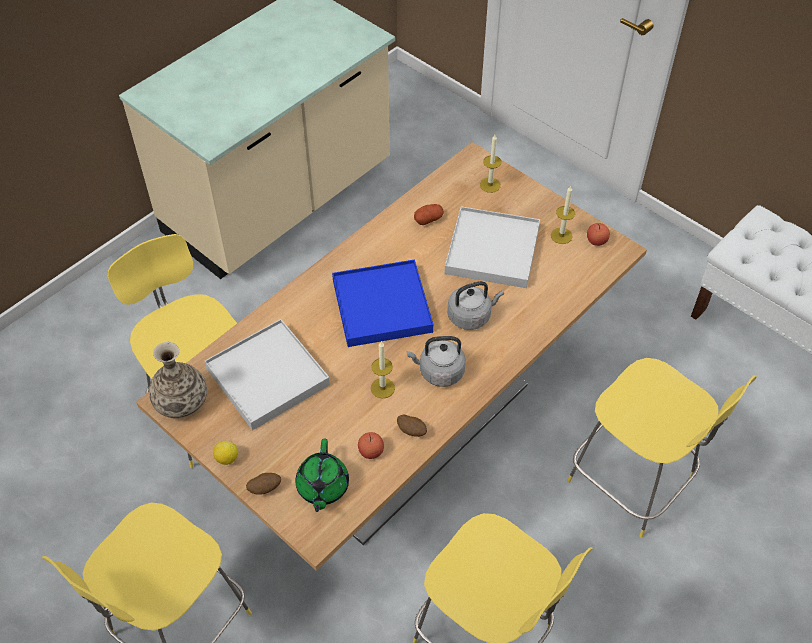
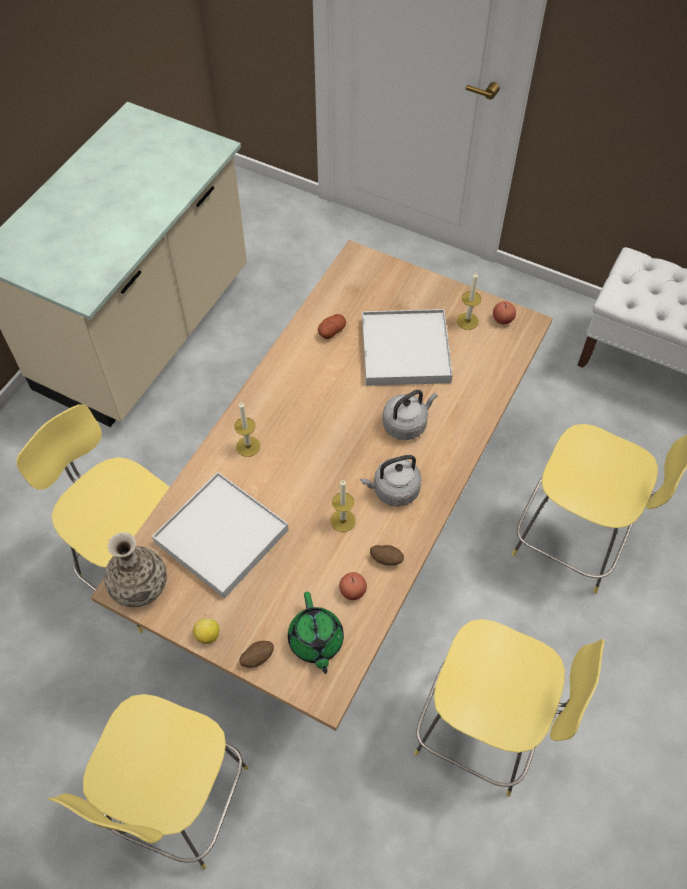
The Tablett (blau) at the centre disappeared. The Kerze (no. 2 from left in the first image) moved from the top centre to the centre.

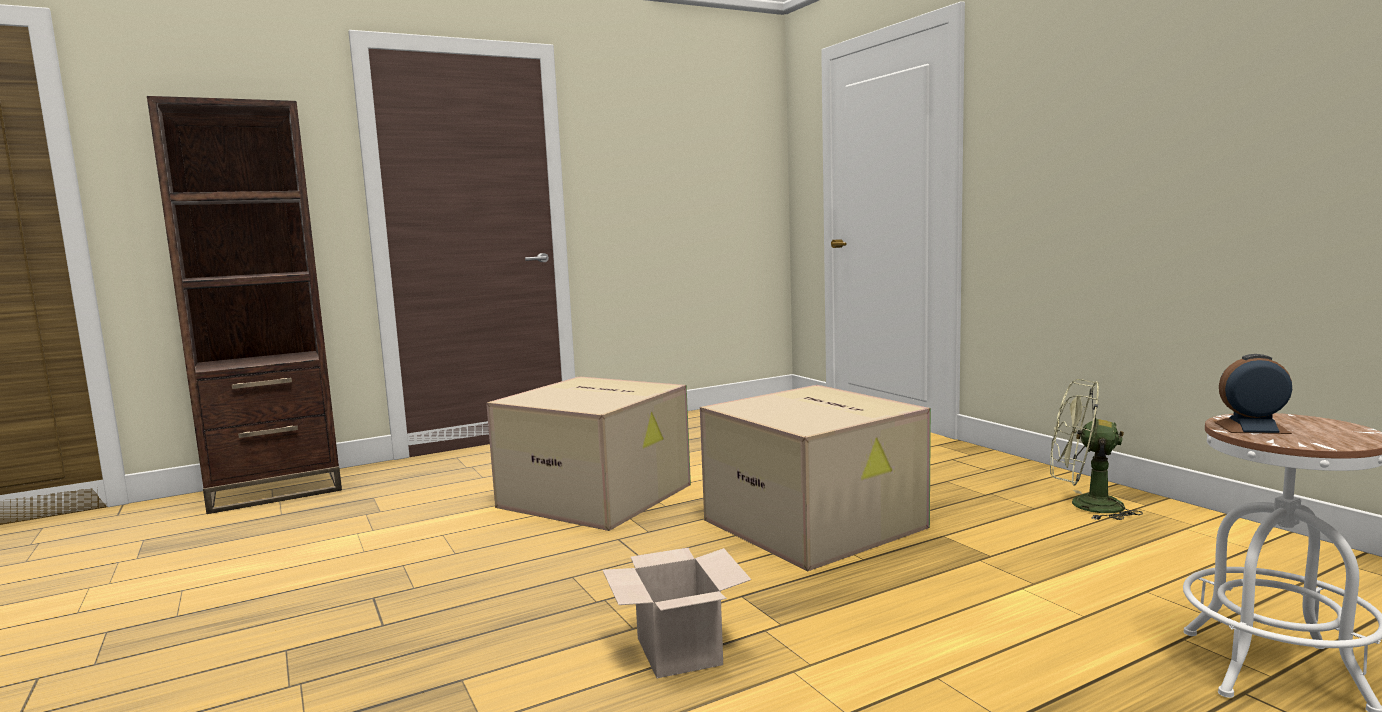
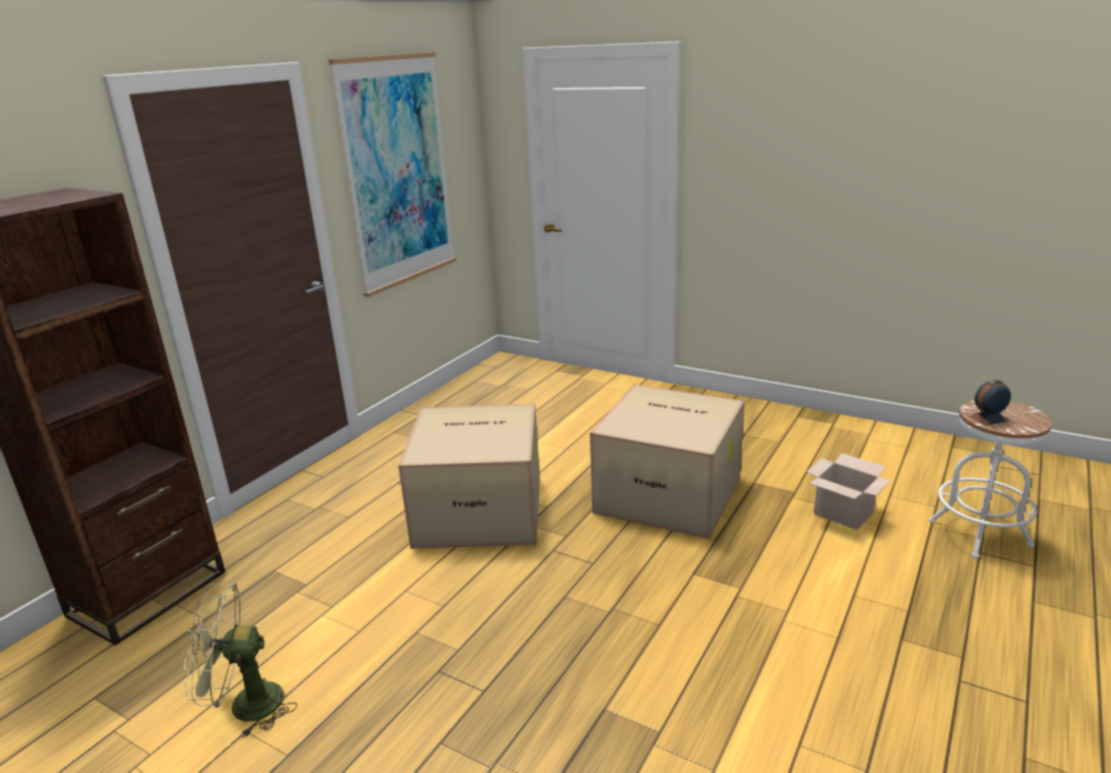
The Karton (no. 2 from left in the first image) moved from the bottom centre to the middle right. The Ventilator (grün) moved from the middle right to the bottom left. The Bild at the top centre appeared.

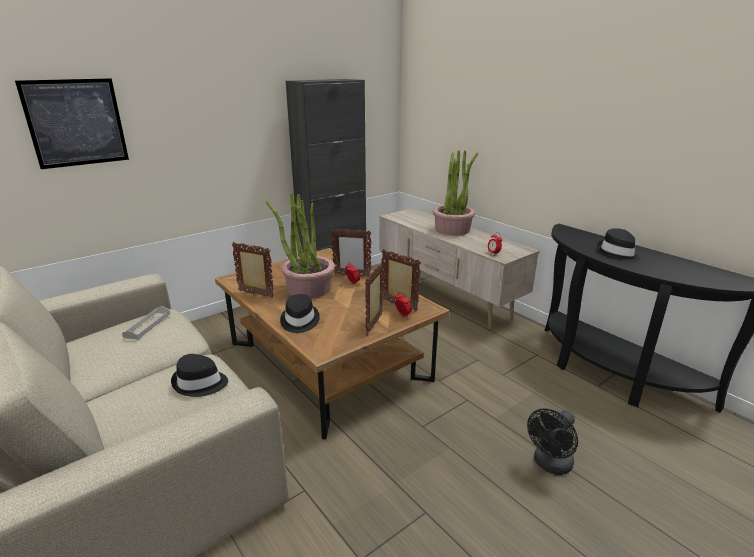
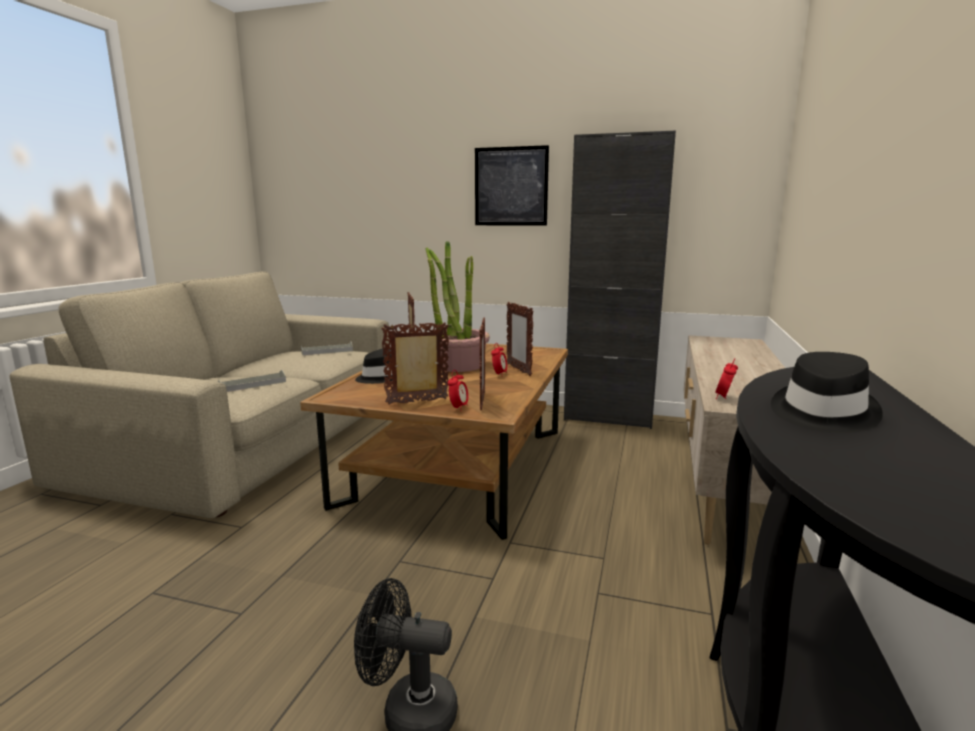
The Bild moved from the top left to the top centre. The Hut (schwarz) (no. 1 from left) at the bottom left was replaced by the Tablett (grau) (no. 1 from left) at the middle left. The Topfpflanze (no. 2 from left) at the centre disappeared.

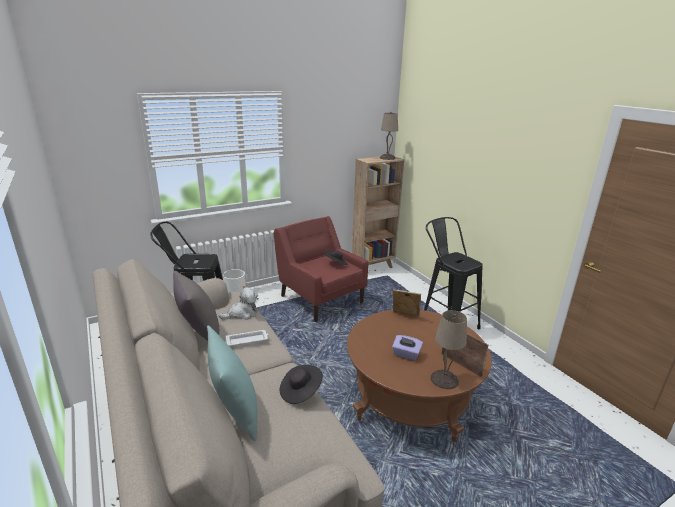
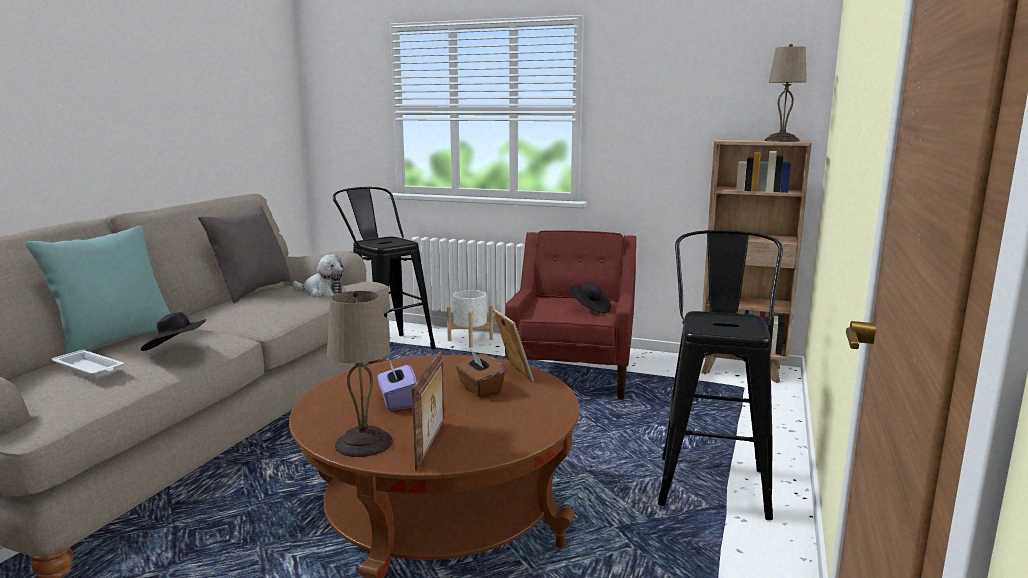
The Tablett (weiß) moved from the bottom centre to the middle left. The Taschentuchbox (braun) at the centre appeared.

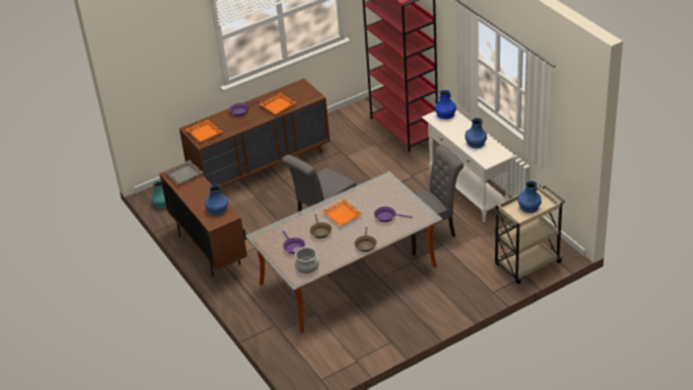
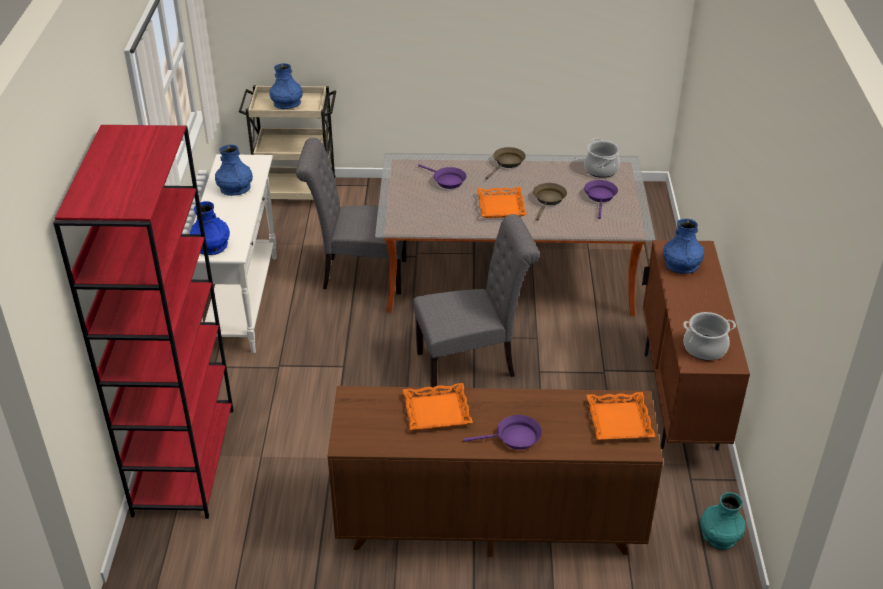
The Tablett (grau) at the middle left was replaced by the Kochtopf (no. 2 from left) at the middle right.

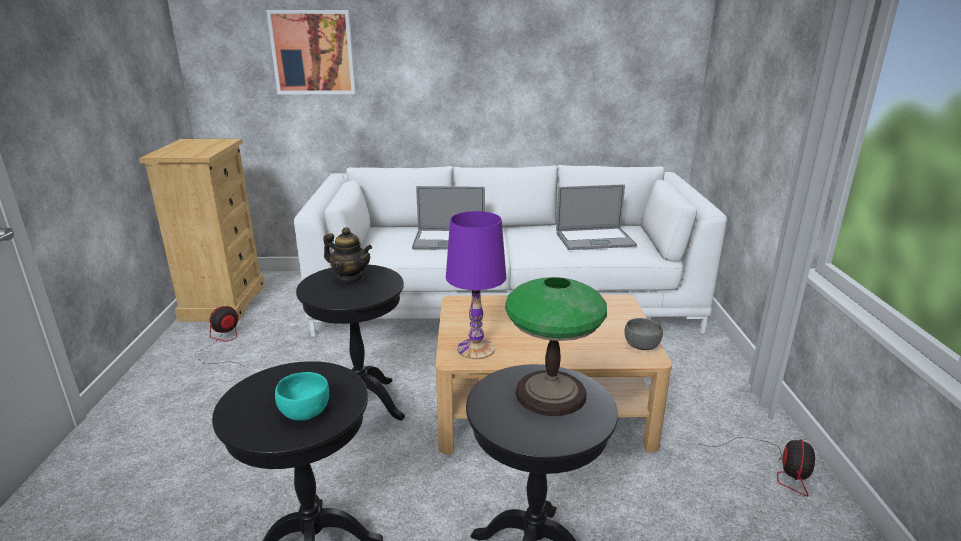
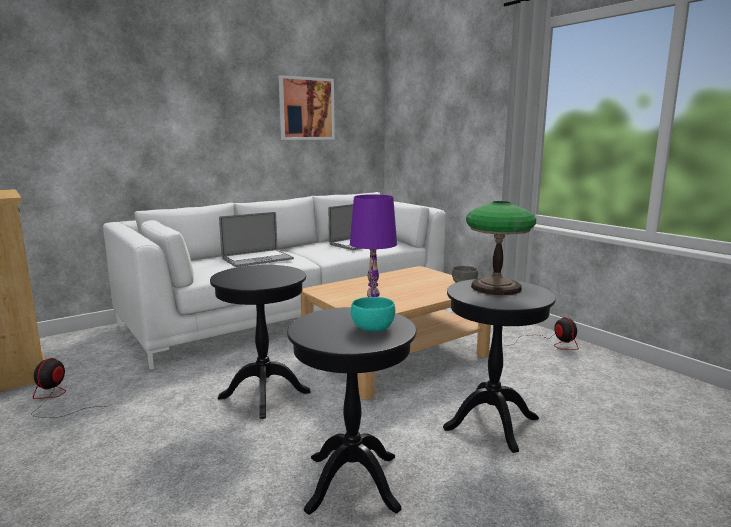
The Bild moved from the top left to the top centre. The Teekanne at the centre disappeared.

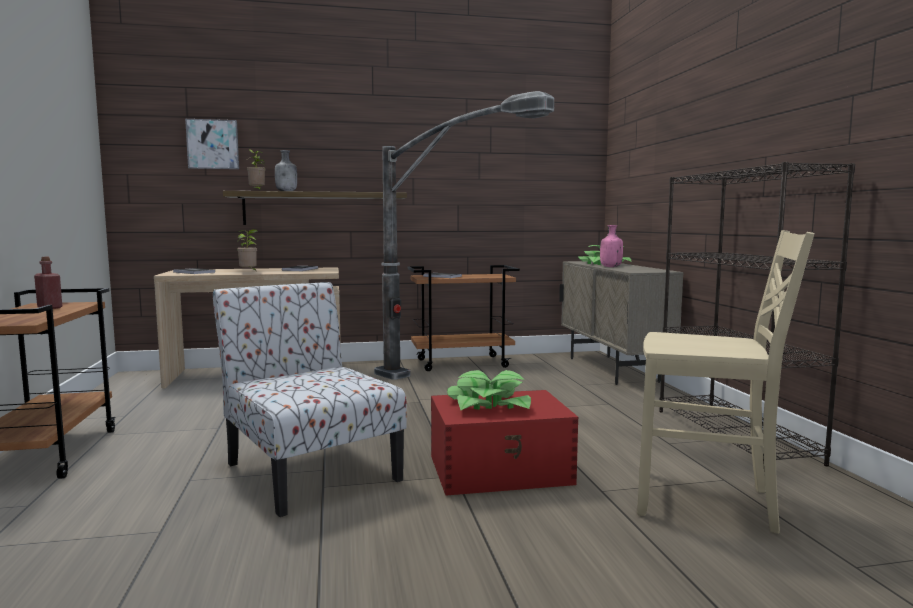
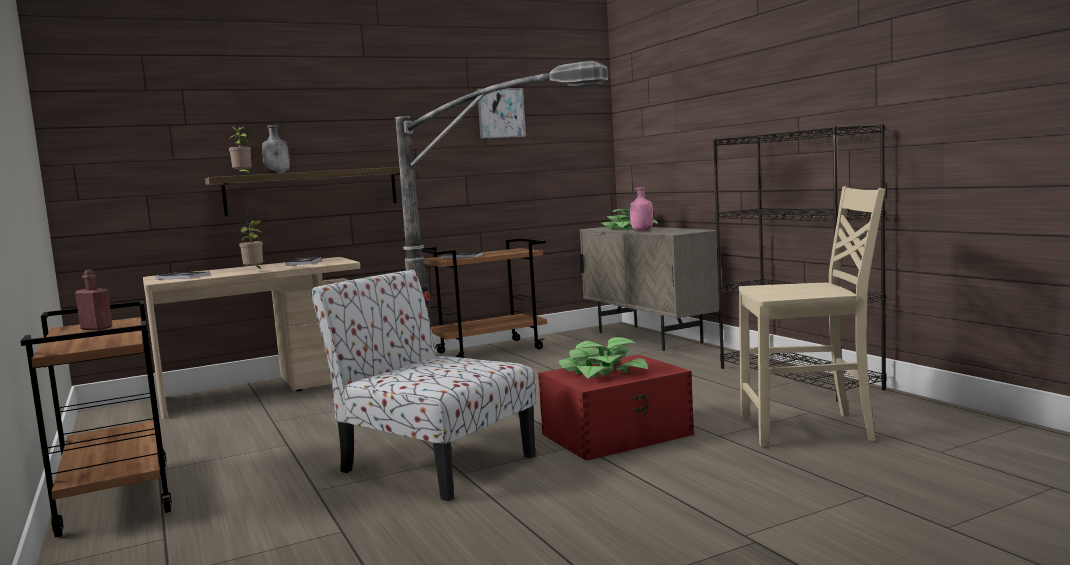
The Bild moved from the top left to the top centre.

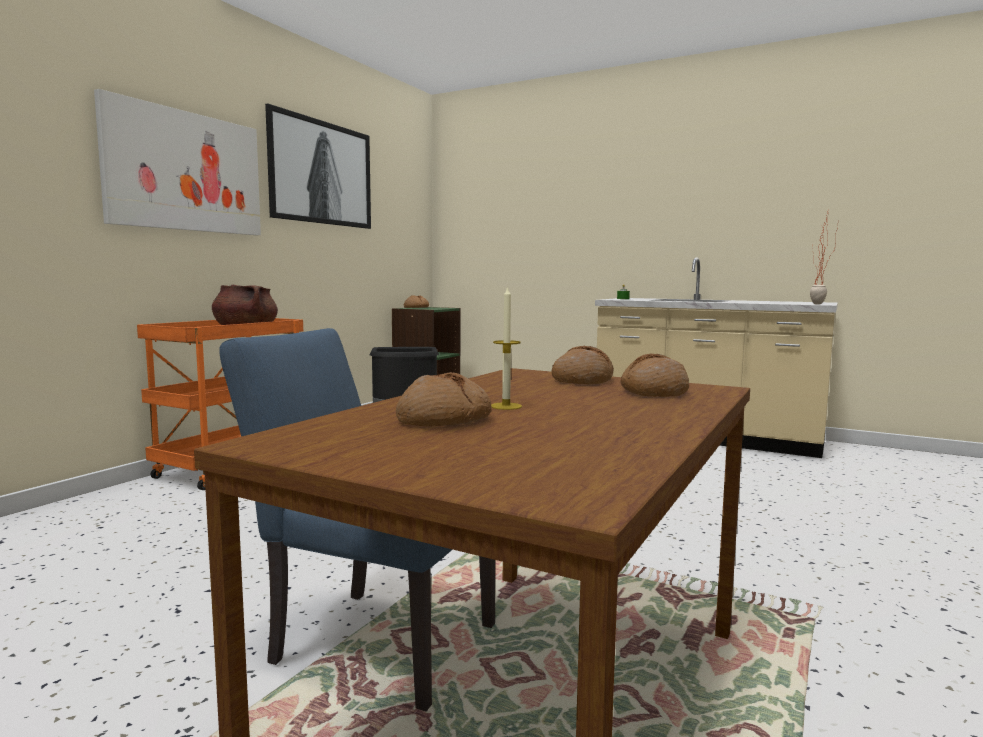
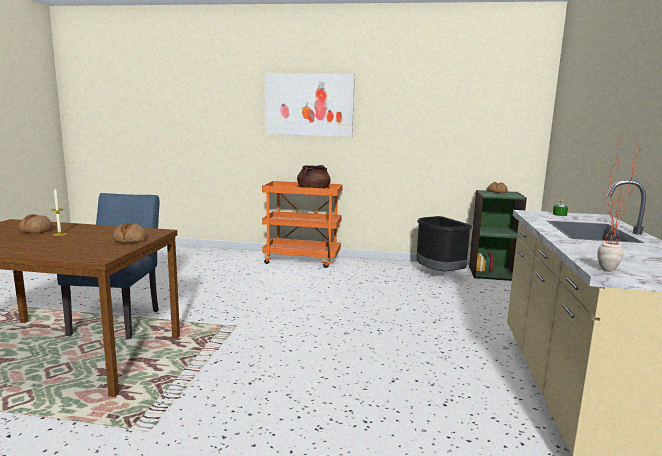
The Bild (no. 2 from left) at the top left disappeared. The Brot (no. 4 from left) at the centre disappeared.

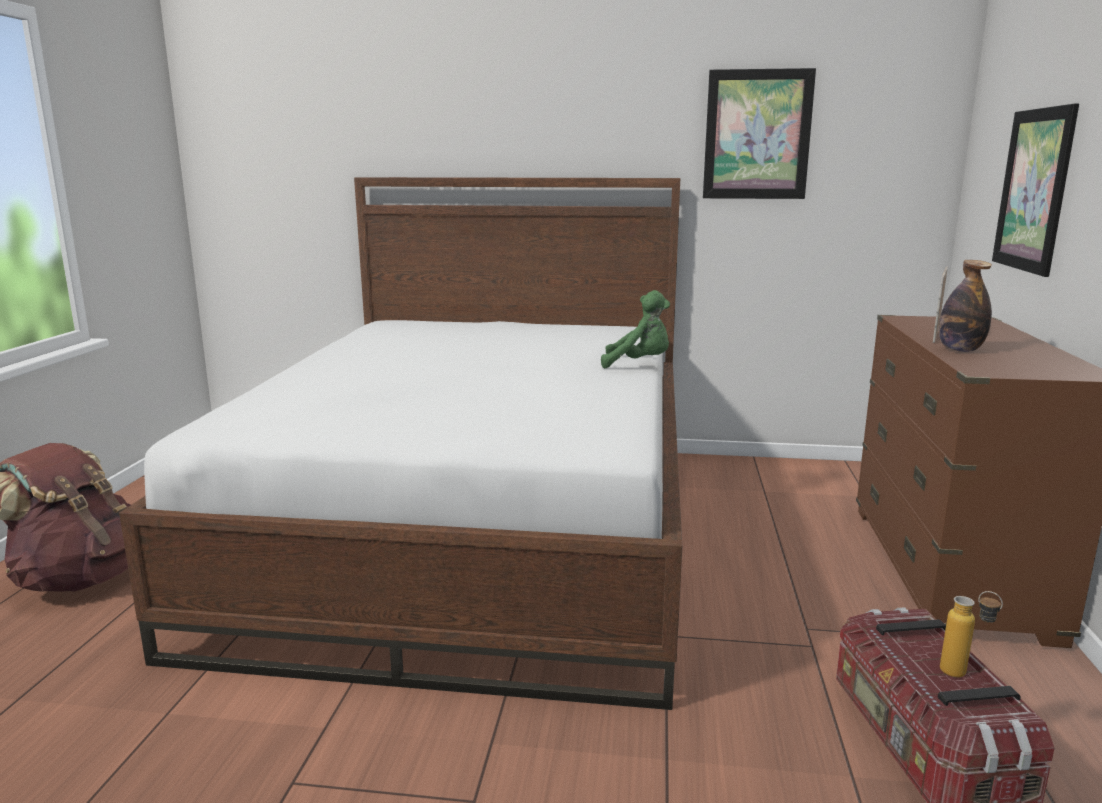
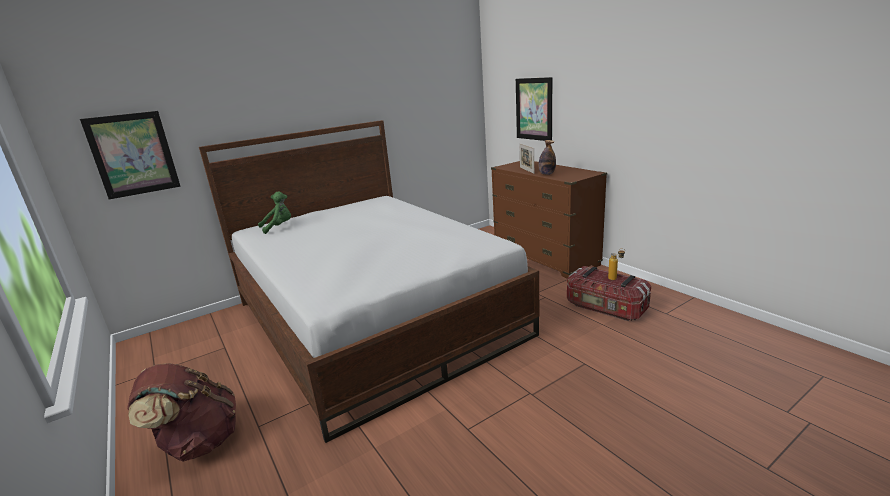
The Plüschtier (grün) moved from the centre to the middle left. The Bild (no. 1 from left) moved from the top right to the top left.

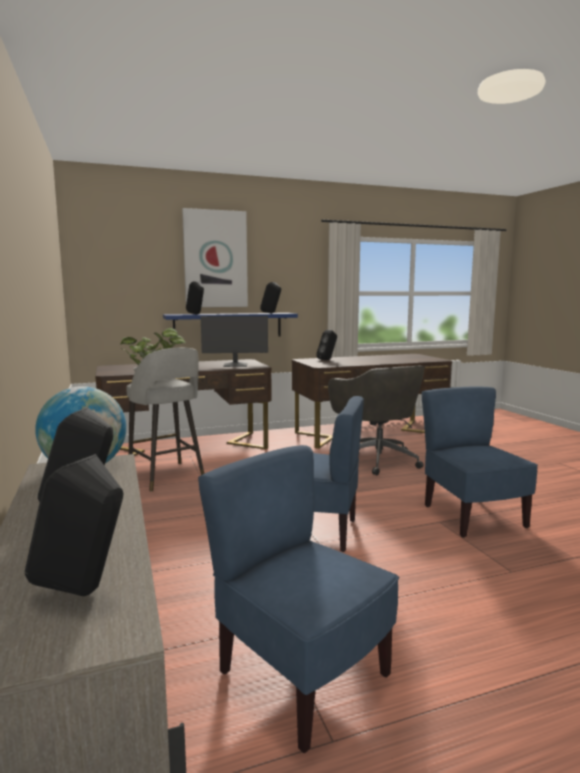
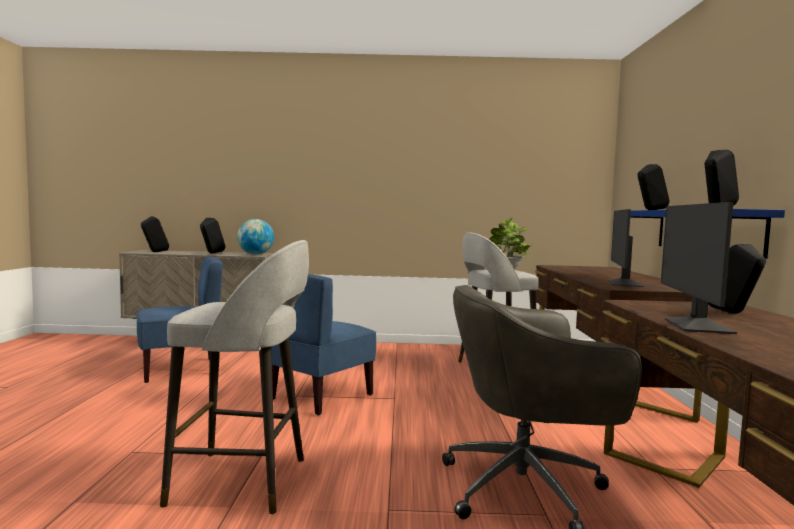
The Bild at the top centre disappeared. The Stuhl (blau) (no. 3 from left) at the middle right was replaced by the Hocker (grau) (no. 1 from left) at the bottom left. The Monitor (no. 2 from left) at the middle right appeared.

